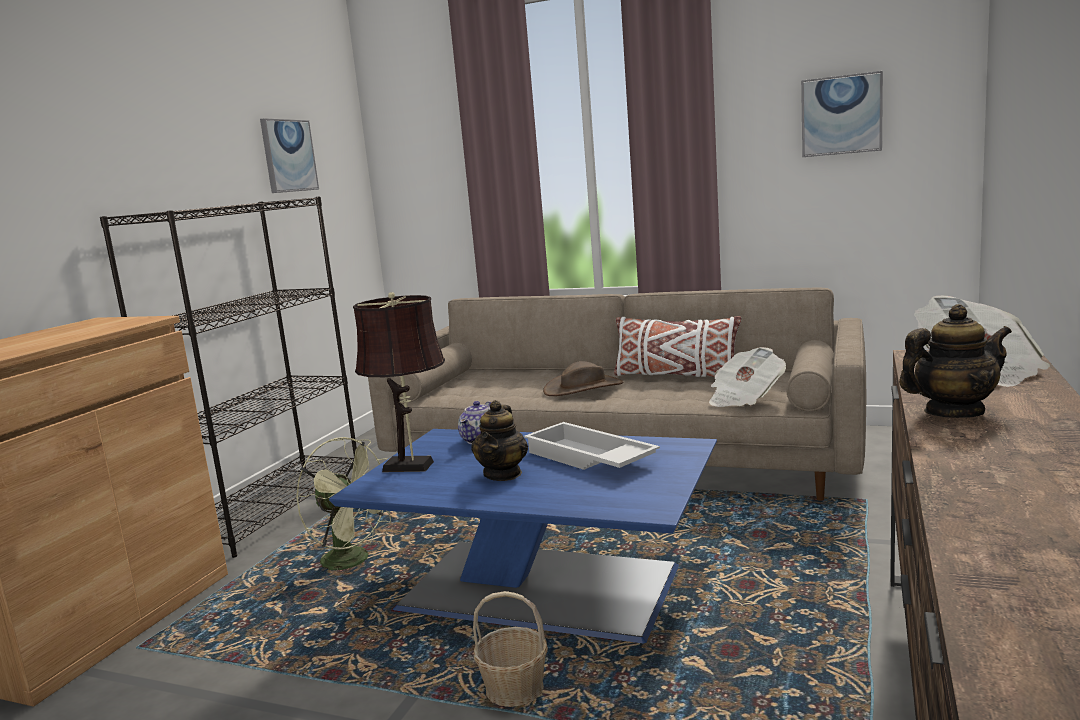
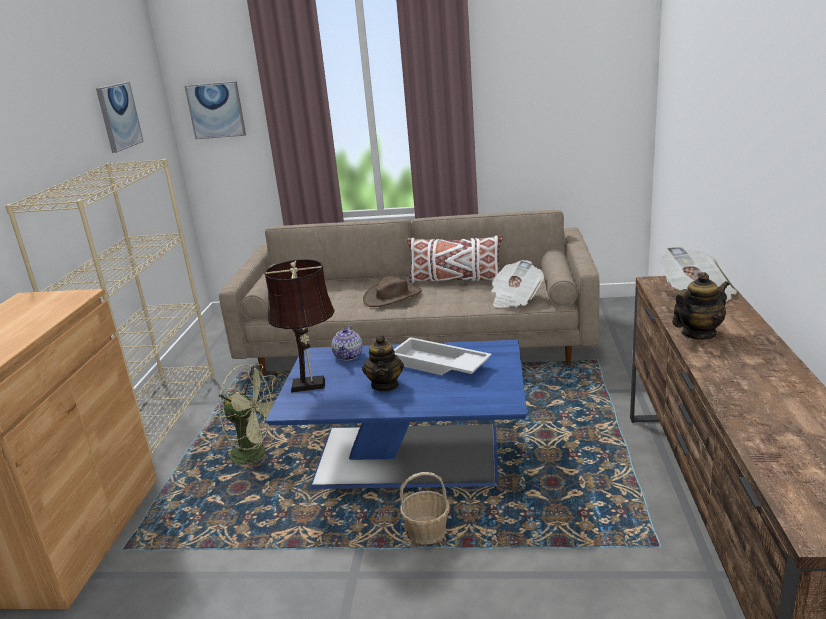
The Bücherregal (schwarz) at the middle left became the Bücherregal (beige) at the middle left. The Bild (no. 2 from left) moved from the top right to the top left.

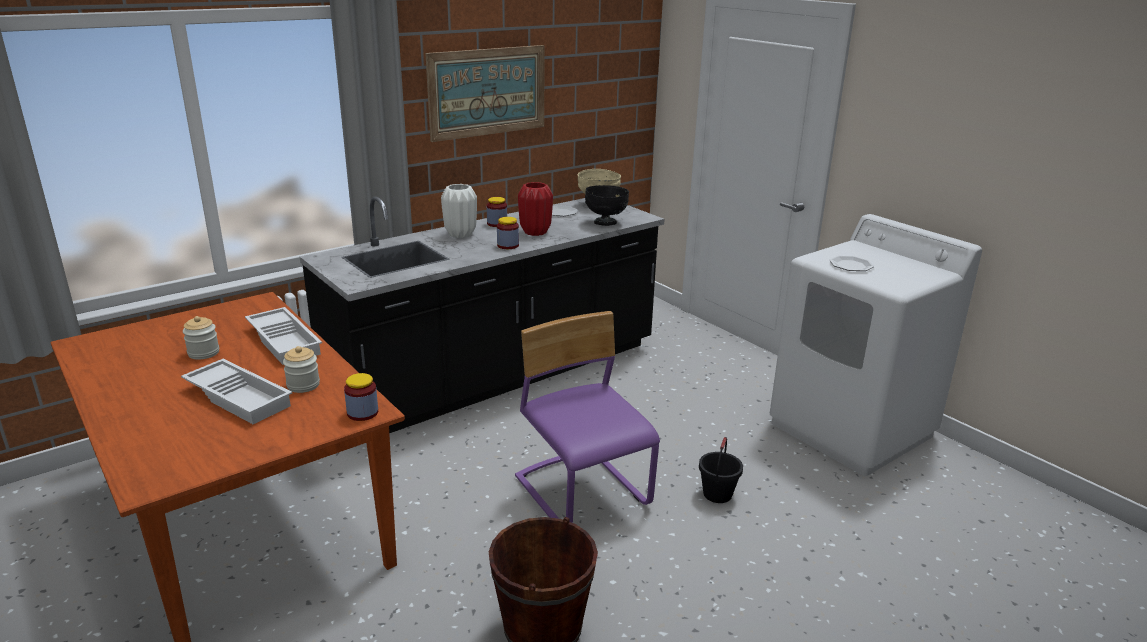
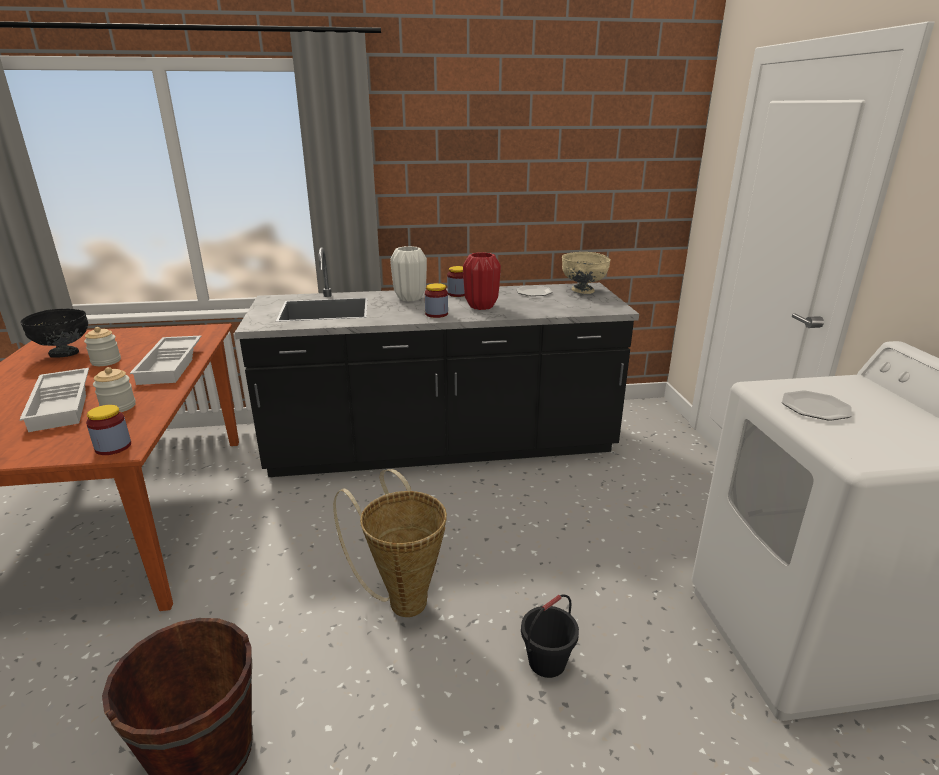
The Bild at the top centre disappeared. The Stuhl (lila) at the centre was replaced by the Korb at the bottom centre. The Schüssel (schwarz) moved from the top centre to the middle left.

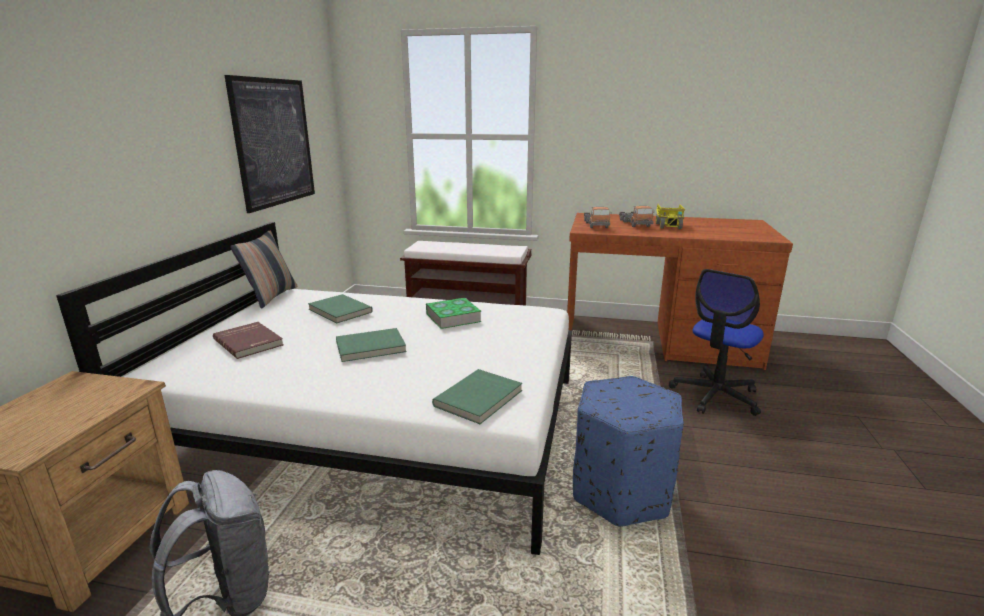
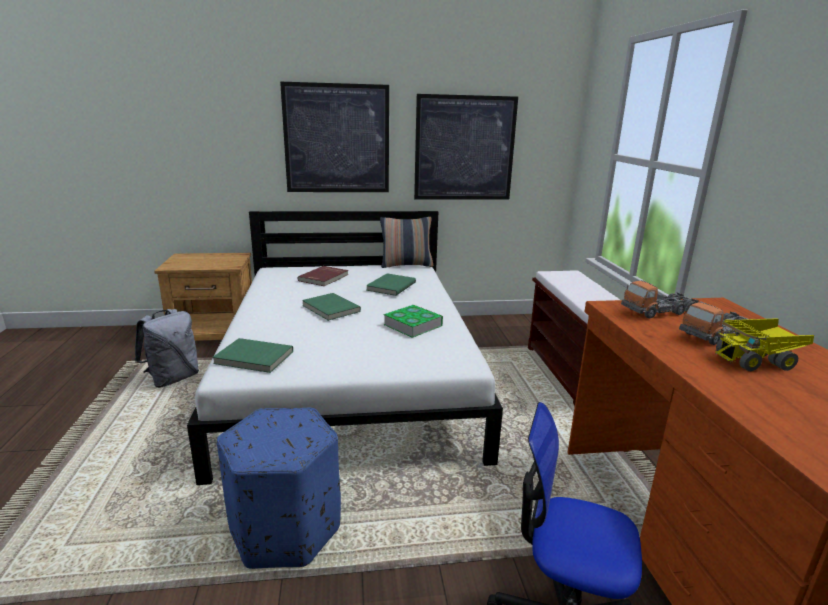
The Bild (no. 1 from left) at the top centre appeared.

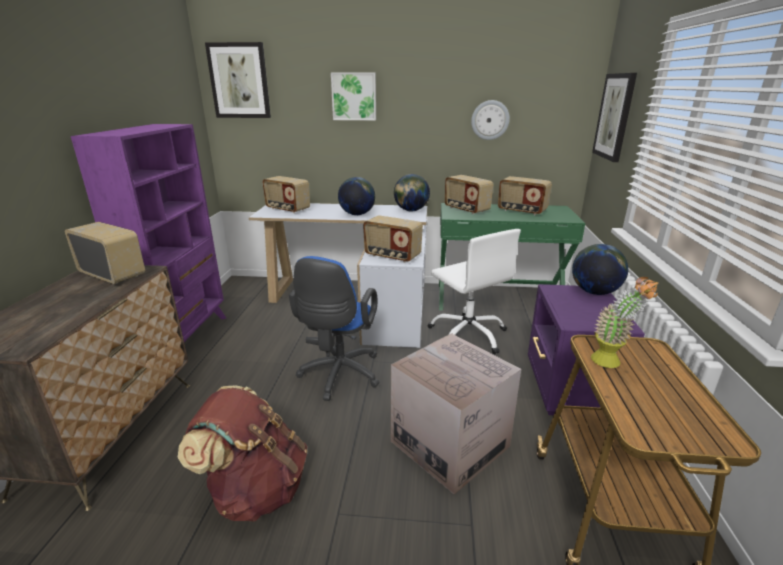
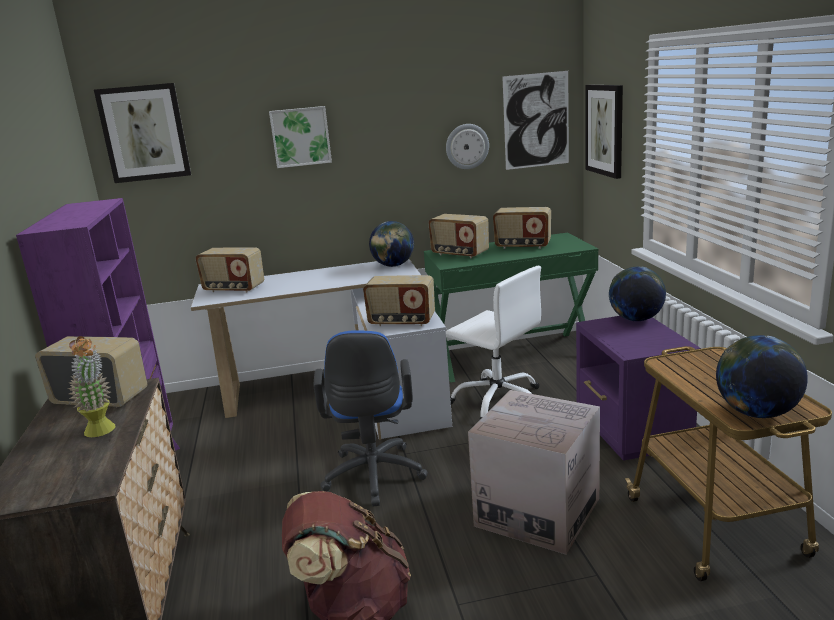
The Globus (no. 1 from left in the first image) moved from the centre to the middle right. The Topfpflanze moved from the middle right to the middle left. The Bild (no. 3 from left) at the top centre appeared.

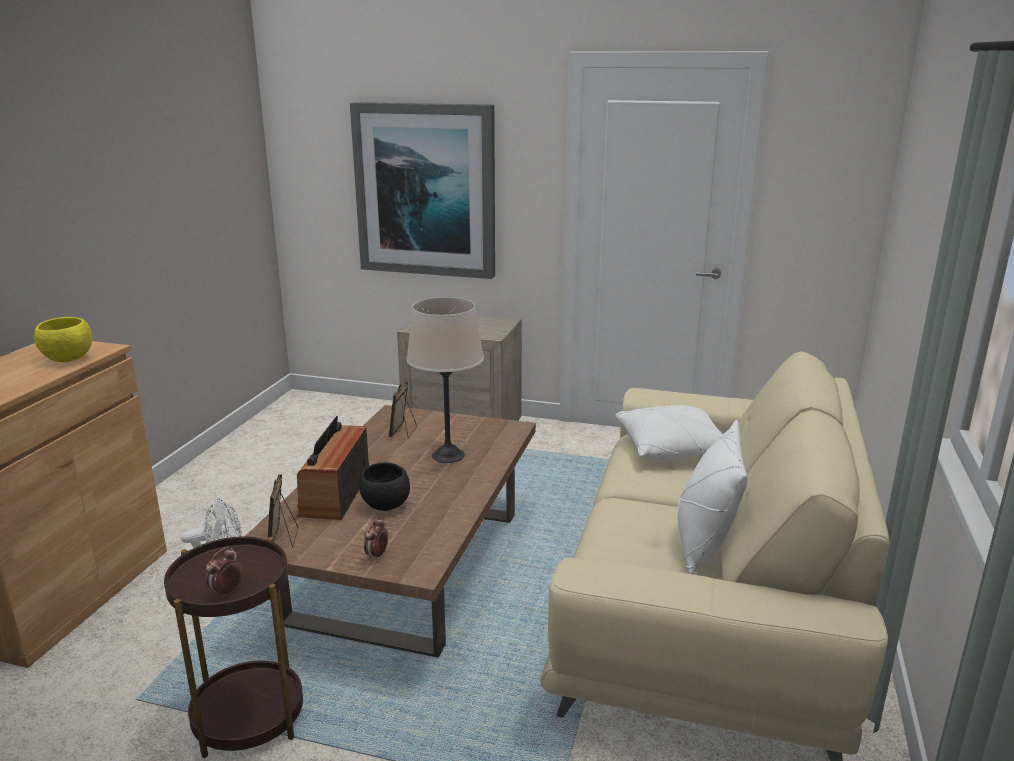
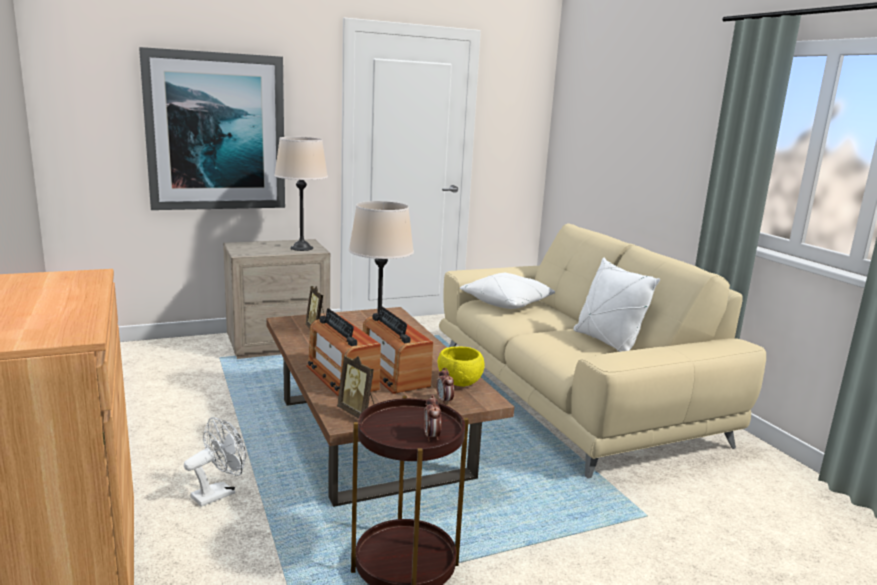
The Schüssel (gelb) moved from the middle left to the centre. The Schüssel (schwarz) at the centre was replaced by the Radio (no. 2 from left) at the centre. The Tischlampe (beige) (no. 1 from left) at the top centre appeared.

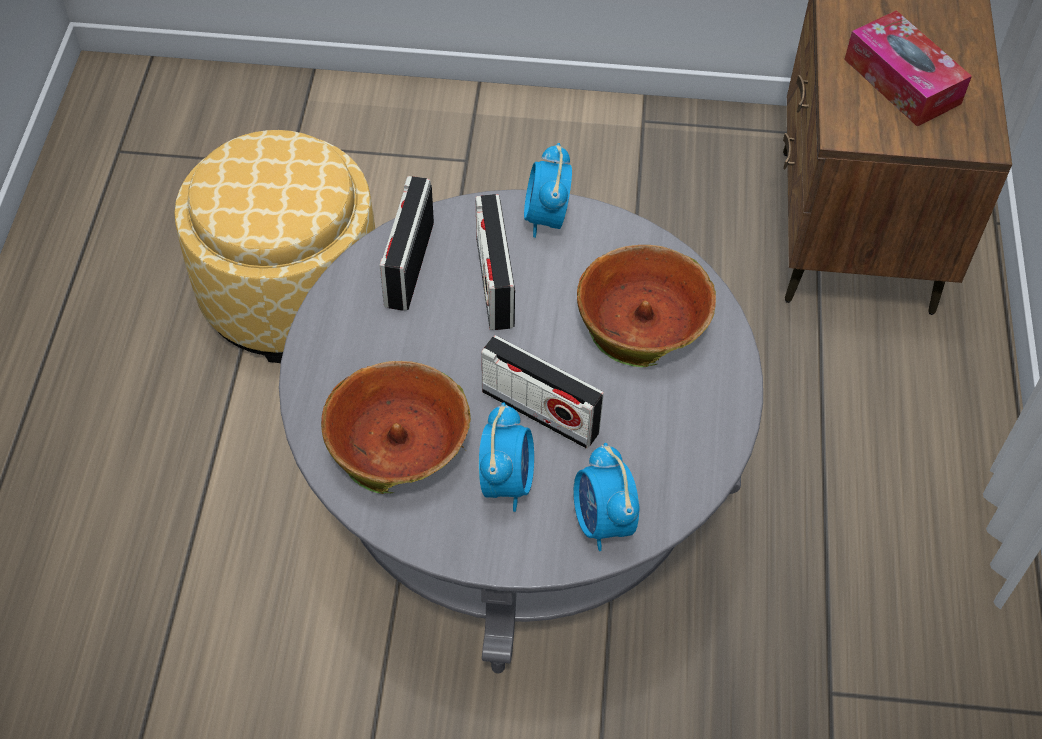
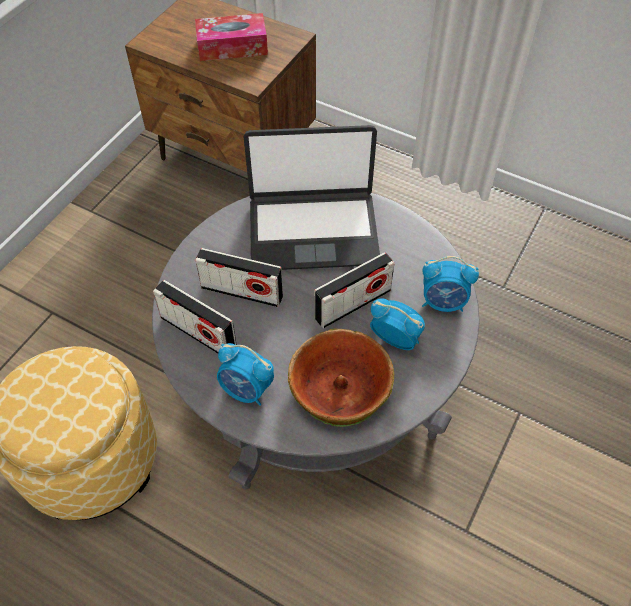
The Wecker (no. 2 from left in the first image) moved from the top centre to the centre. The Schüssel (no. 2 from left) at the centre was replaced by the Laptop at the top centre.

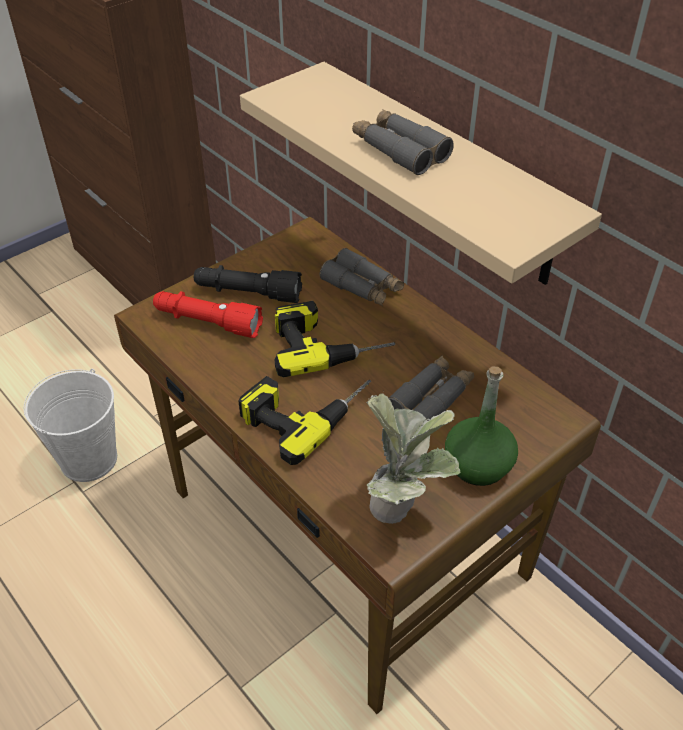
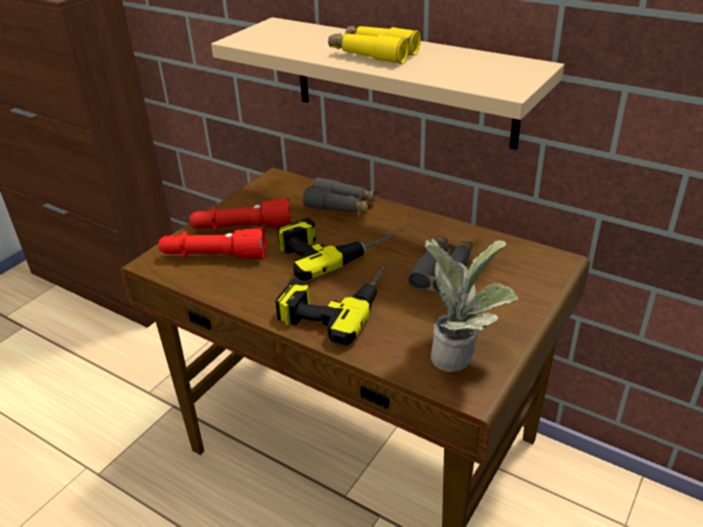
The Eimer (weiß) at the middle left disappeared. The Taschenlampe (schwarz) at the centre became the Taschenlampe (rot) (no. 2 from left) at the centre. The Fernglas (grau) (no. 2 from left) at the top centre became the Fernglas (gelb) at the top centre. The Flasche (grün) at the middle right disappeared.

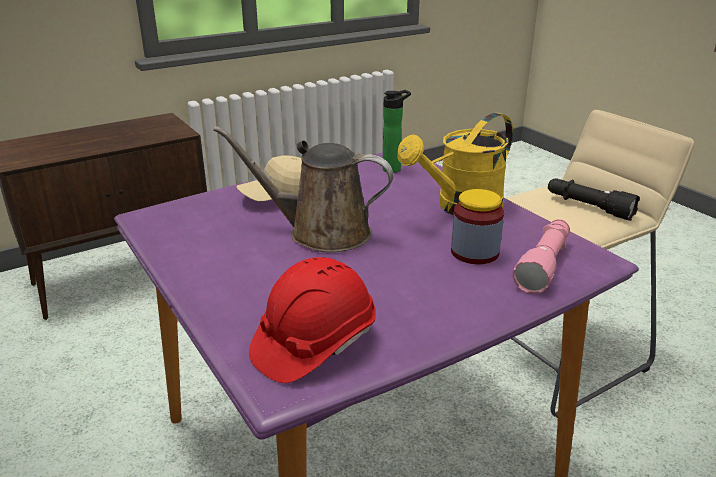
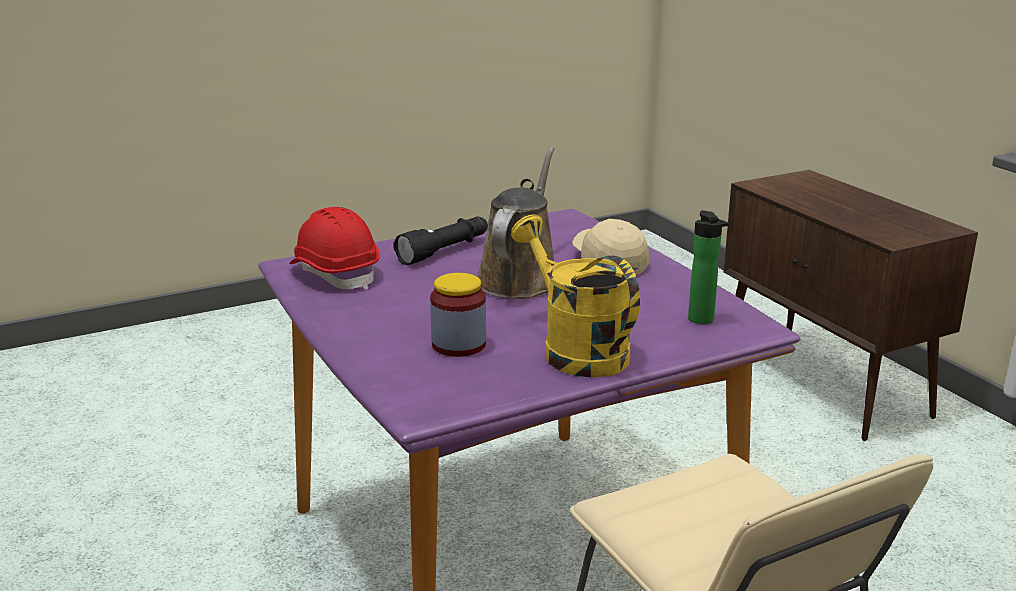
The Taschenlampe (rosa) at the middle right disappeared. The Taschenlampe (schwarz) moved from the middle right to the centre.

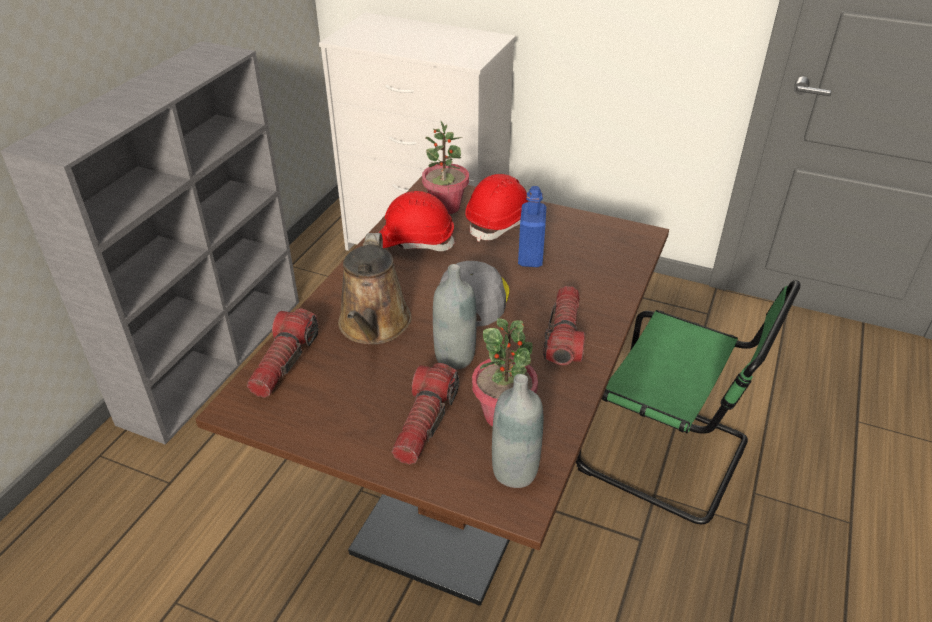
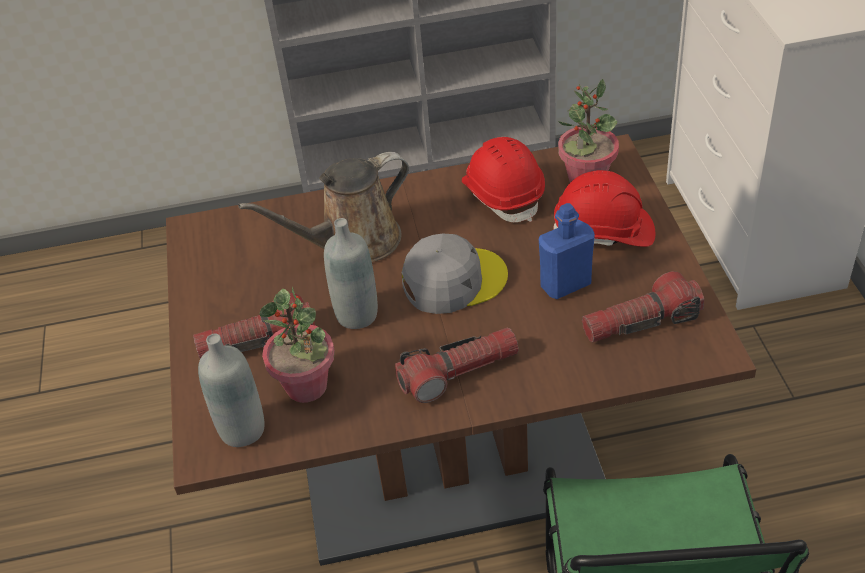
The Taschenlampe (no. 1 from left in the first image) moved from the middle left to the middle right.

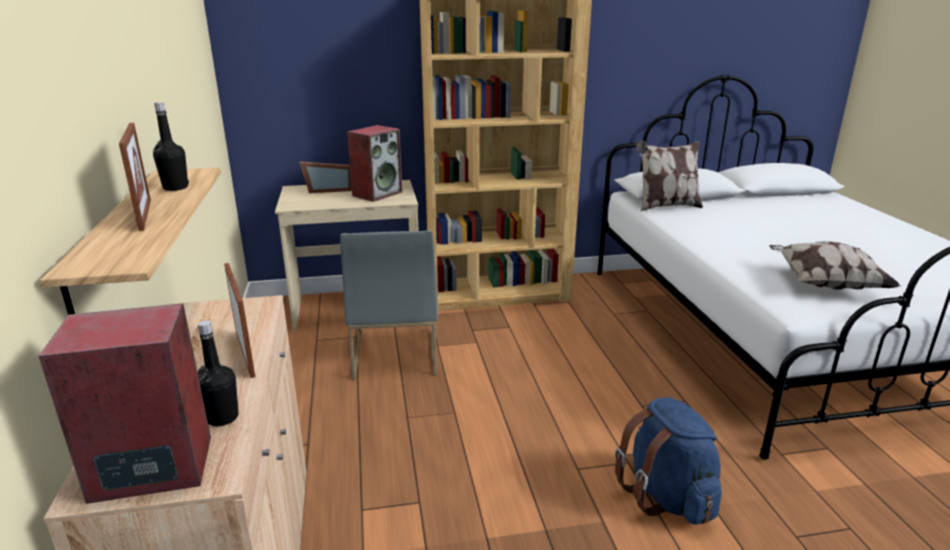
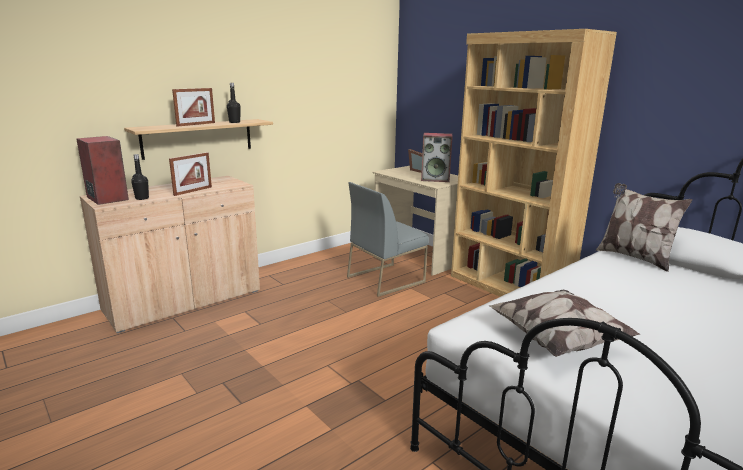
The Rucksack (blau) at the bottom right disappeared.

